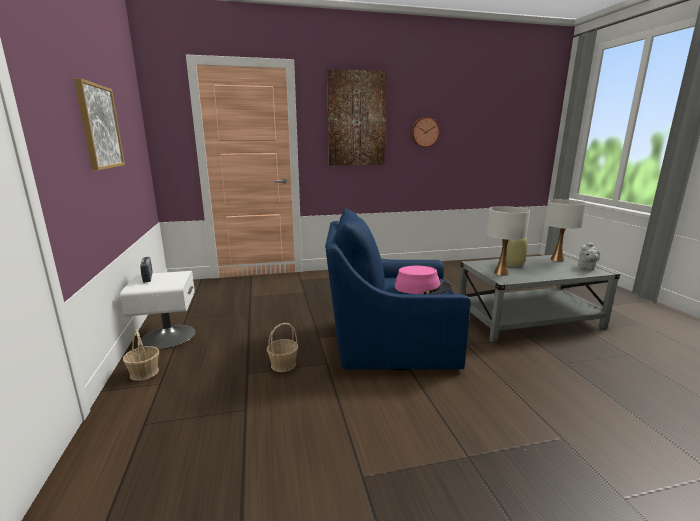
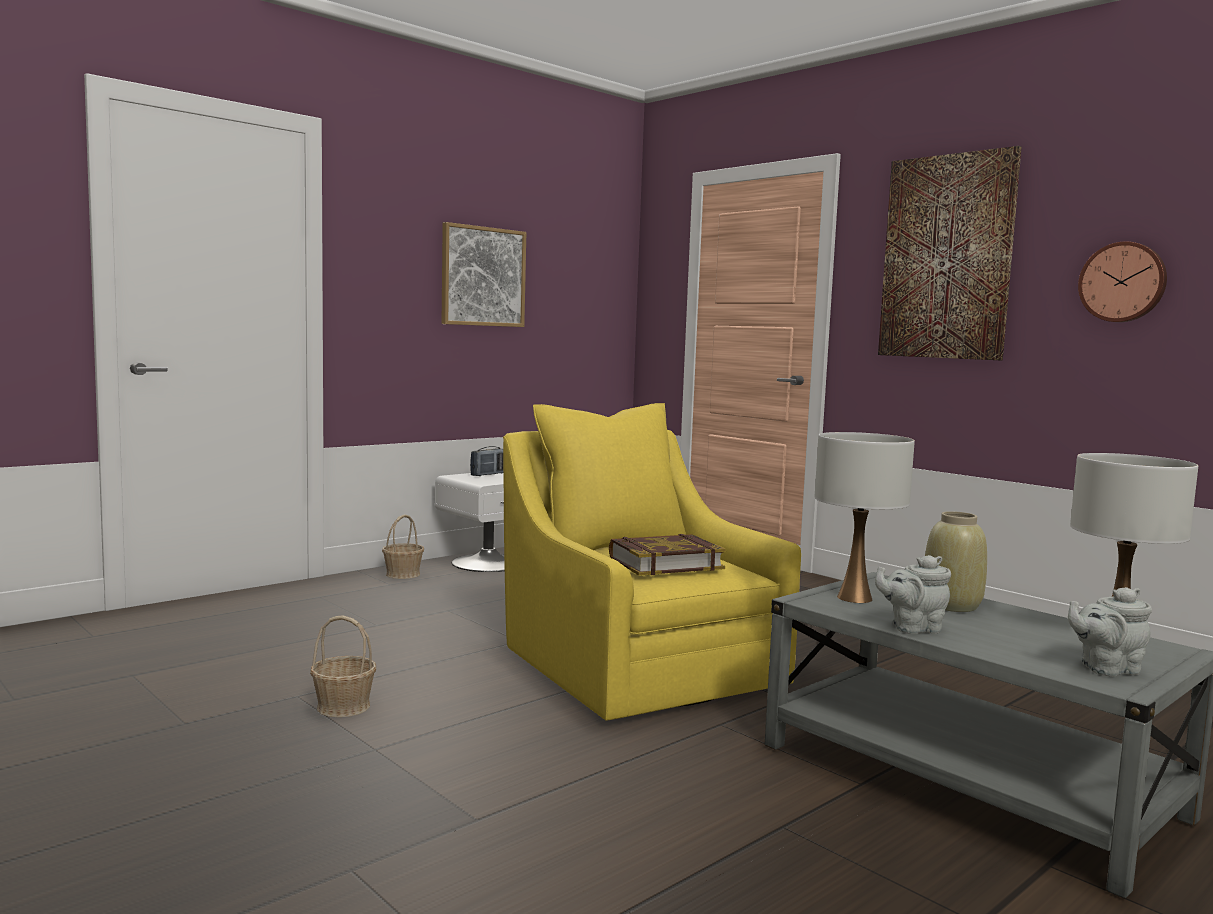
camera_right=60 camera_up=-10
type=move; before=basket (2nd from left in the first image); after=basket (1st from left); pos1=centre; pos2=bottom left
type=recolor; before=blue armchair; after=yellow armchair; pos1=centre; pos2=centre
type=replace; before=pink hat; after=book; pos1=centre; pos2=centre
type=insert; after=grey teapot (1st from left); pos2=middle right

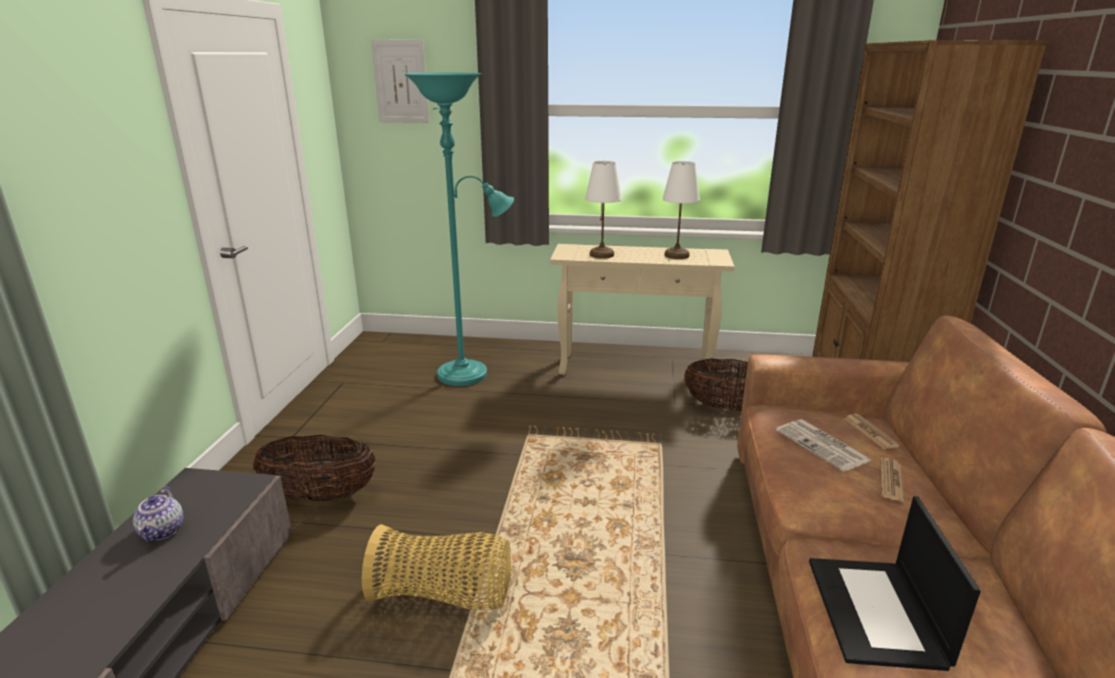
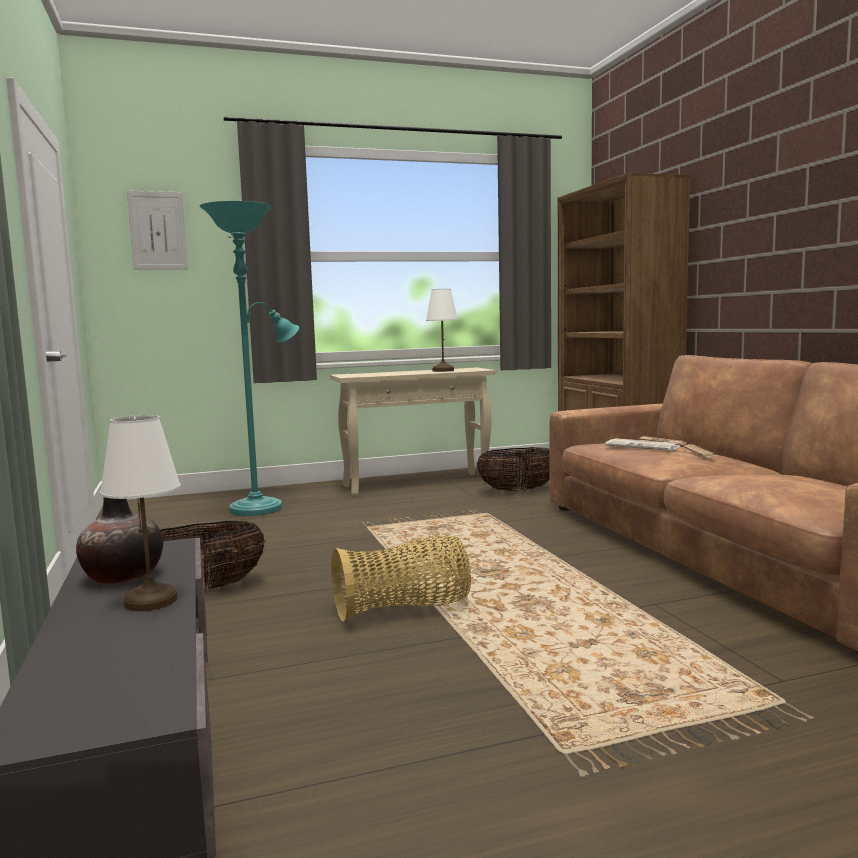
camera_right=-25 camera_up=-15
type=replace; before=teapot; after=vase; pos1=bottom left; pos2=middle left
type=move; before=white table lamp (1st from left); pos1=top centre; pos2=middle left
type=delete; before=laptop; pos1=bottom right

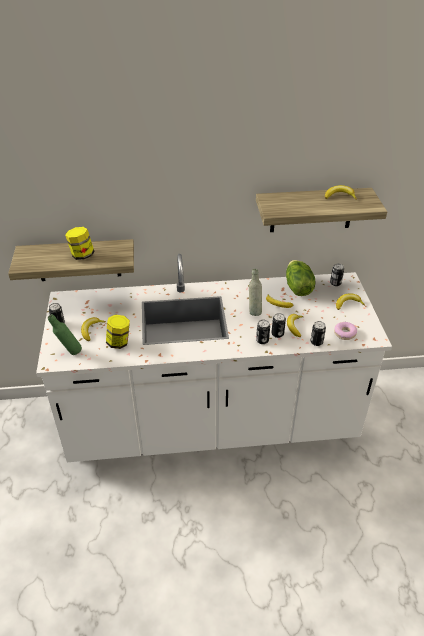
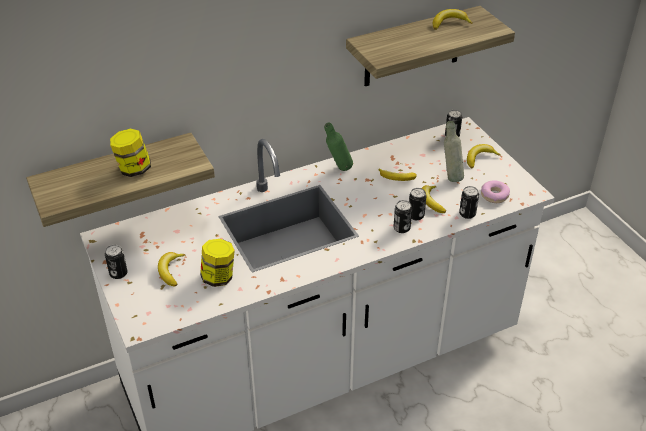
camera_right=-20 camera_up=0
type=move; before=green bottle; pos1=middle left; pos2=centre
type=move; before=grey bottle; pos1=centre; pos2=middle right
type=delete; before=lettuce; pos1=middle right

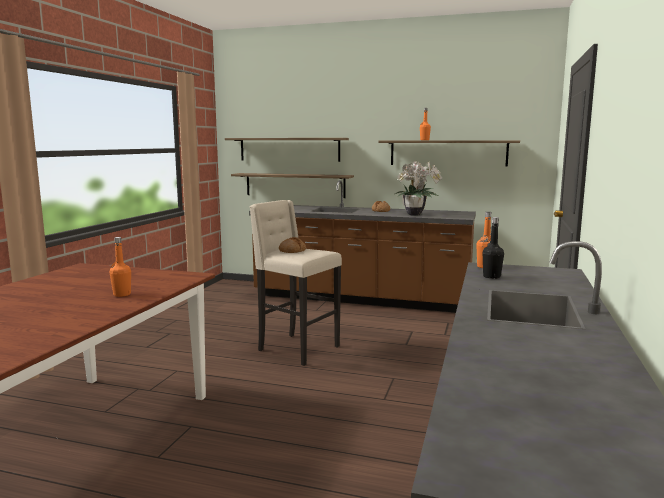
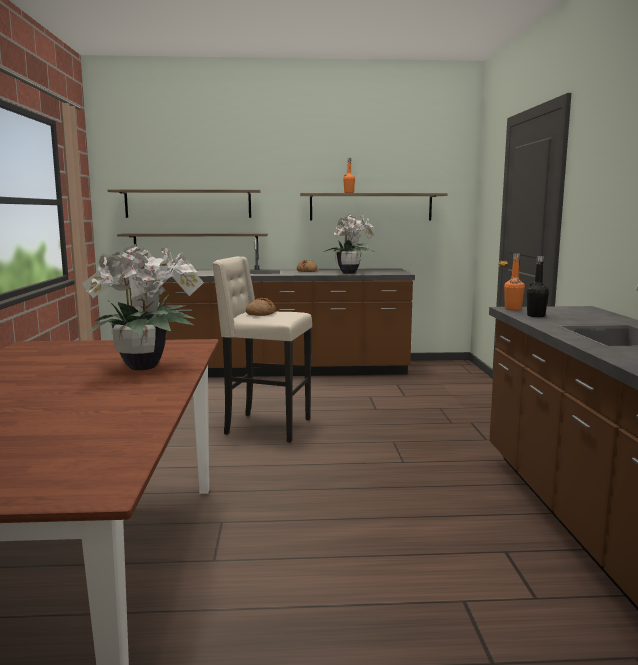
camera_right=-20 camera_up=0
type=replace; before=orange bottle (1st from left); after=potted plant (1st from left); pos1=middle left; pos2=middle left

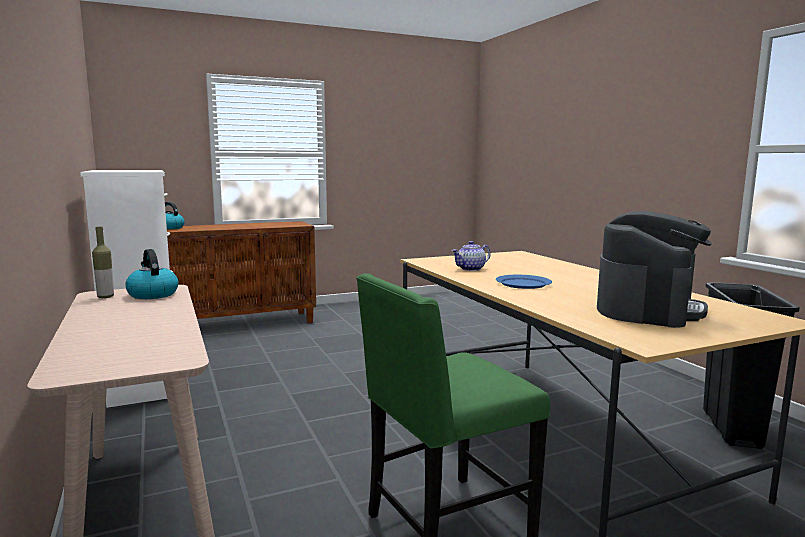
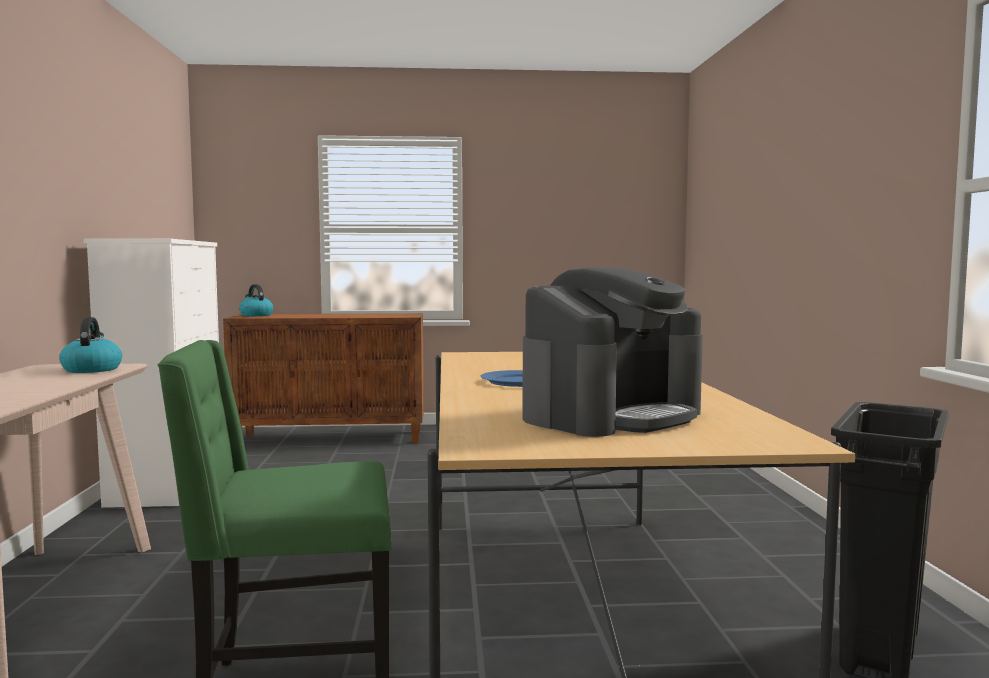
camera_right=20 camera_up=-5
type=delete; before=bottle; pos1=middle left
type=delete; before=teapot; pos1=centre

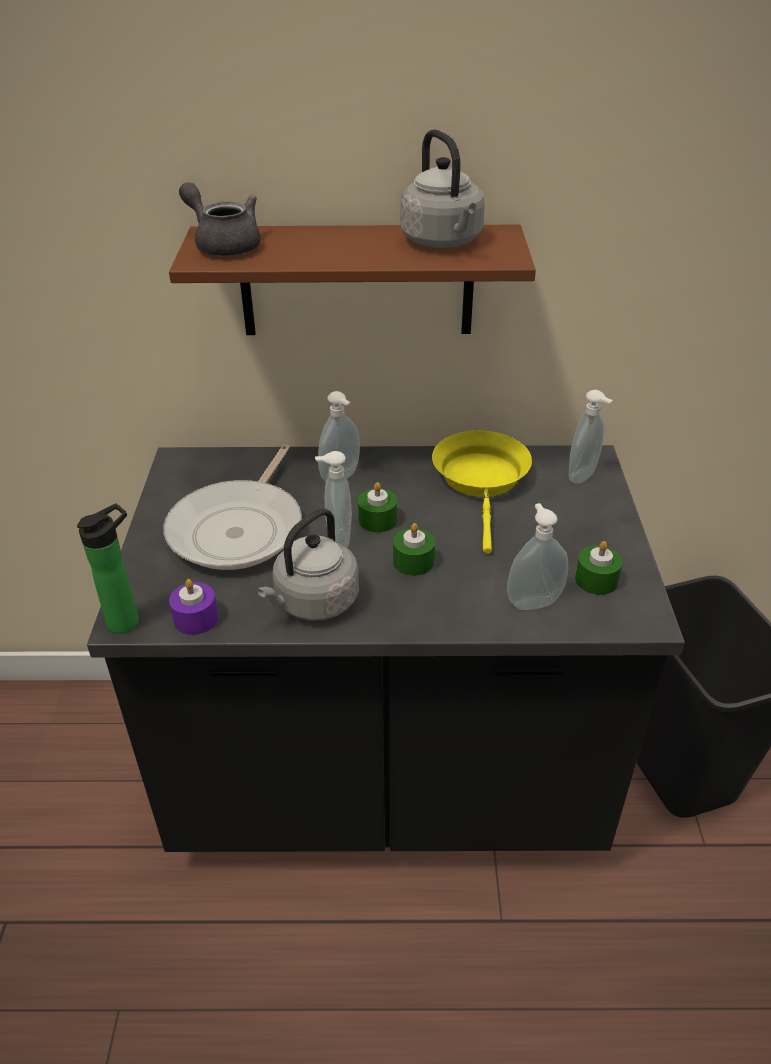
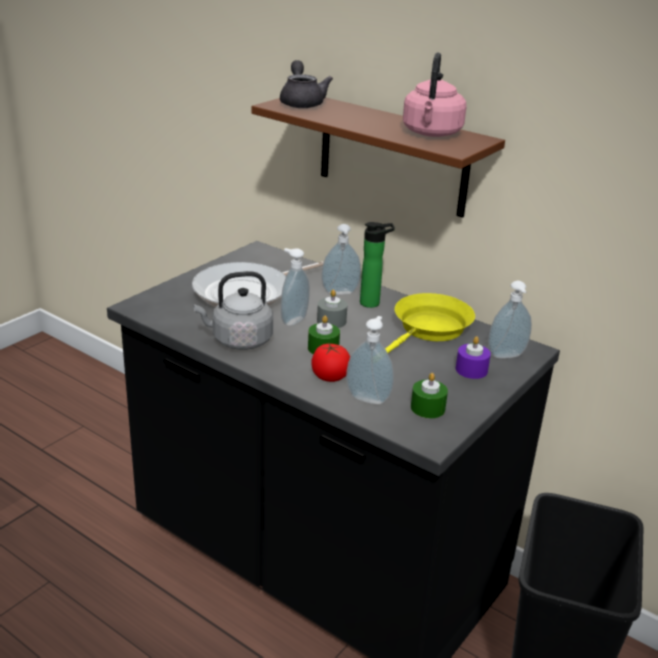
camera_right=35 camera_up=-10
type=move; before=bottle; pos1=middle left; pos2=centre
type=move; before=purple candle; pos1=middle left; pos2=middle right
type=recolor; before=green candle (1st from left); after=grey candle; pos1=centre; pos2=centre
type=recolor; before=grey kettle (2nd from left); after=pink kettle; pos1=top centre; pos2=top centre
type=insert; after=tomato; pos2=centre

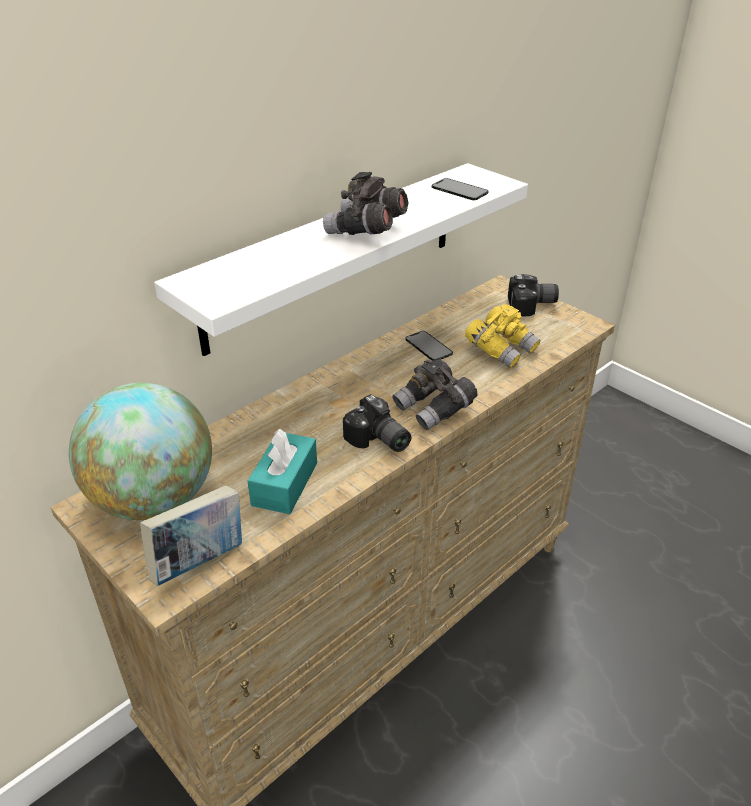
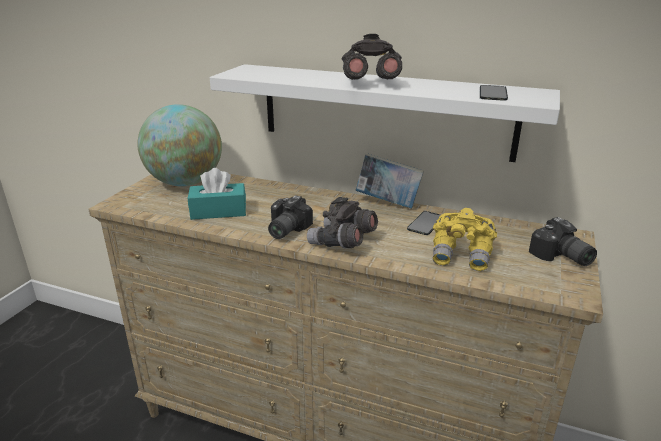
camera_right=65 camera_up=-10
type=move; before=book; pos1=middle left; pos2=centre

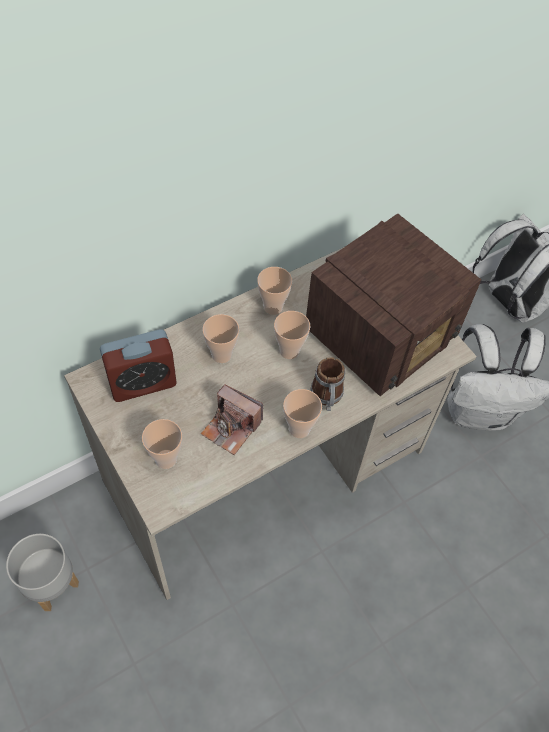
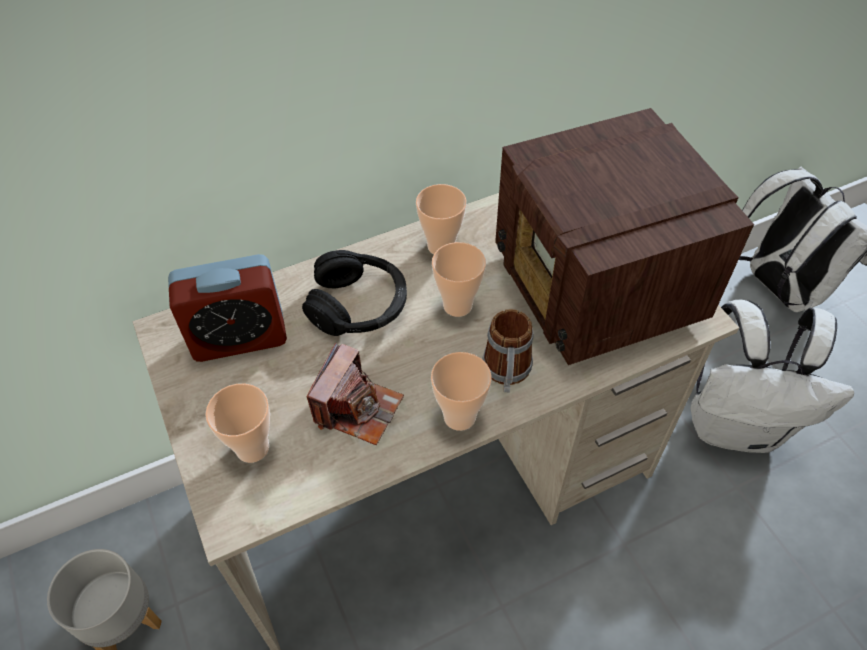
camera_right=10 camera_up=-5
type=rotate; before=photo camera; pos1=centre; pos2=centre; turn=-105
type=replace; before=cup (2nd from left); after=black headphones; pos1=centre; pos2=centre
type=rotate; before=radio; pos1=middle right; pos2=middle right; turn=105

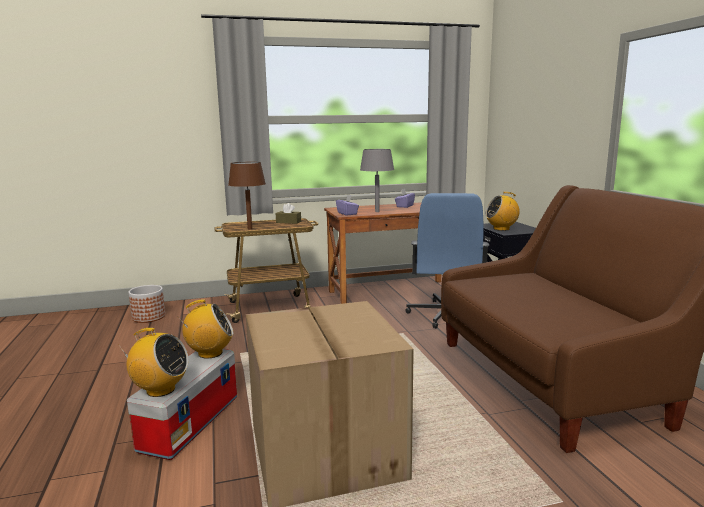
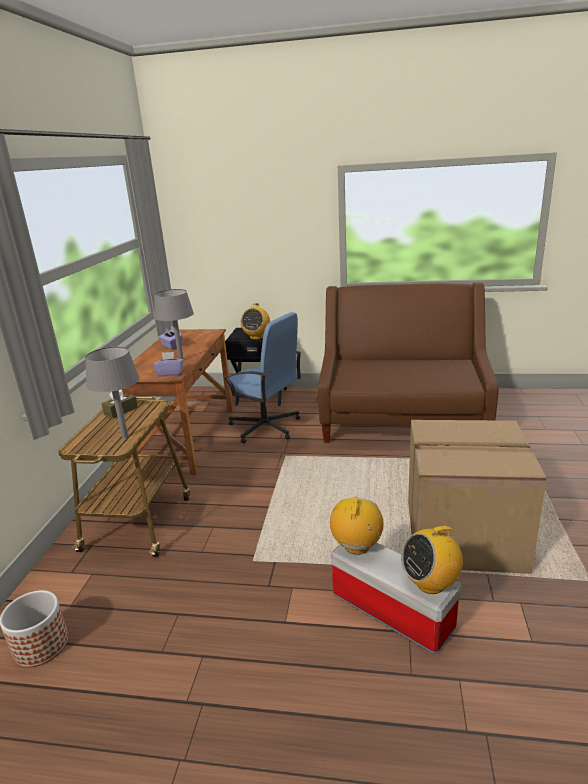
camera_right=-65 camera_up=10
type=rotate; before=radio (1st from left in the first image); pos1=bottom left; pos2=bottom right; turn=-150
type=recolor; before=brown table lamp; after=grey table lamp (1st from left); pos1=centre; pos2=middle left

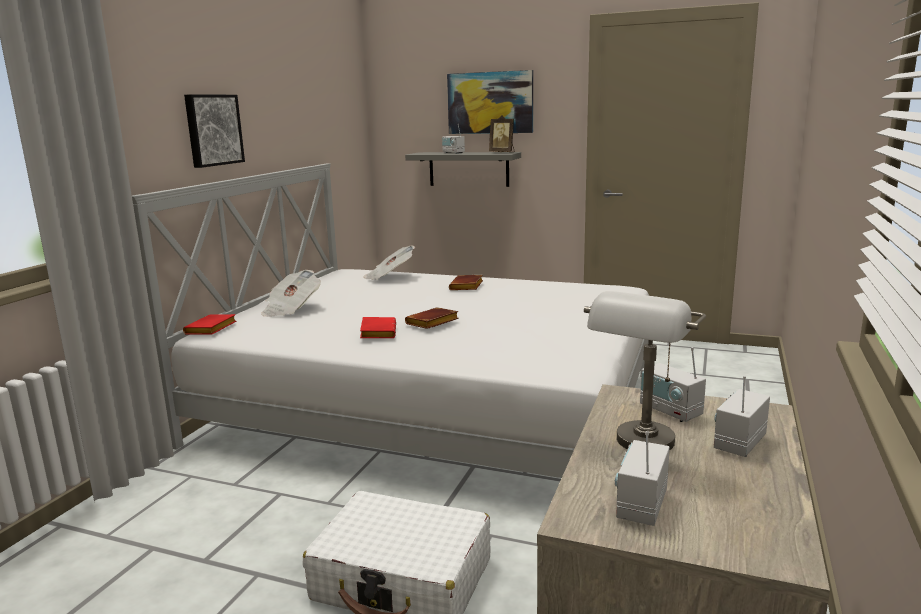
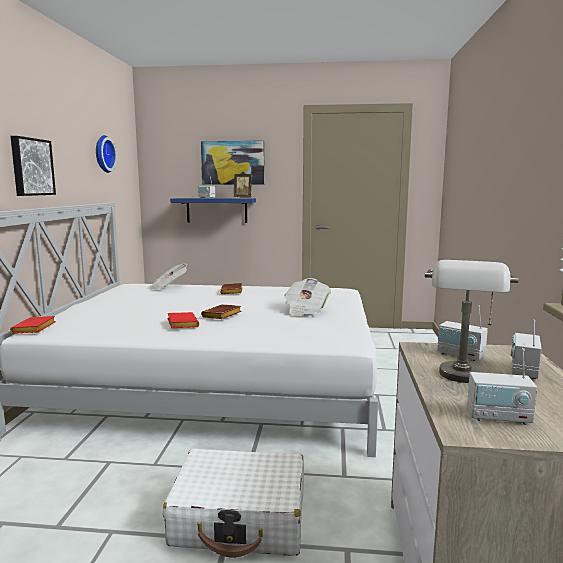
camera_right=-15 camera_up=-5
type=move; before=newspaper (1st from left in the first image); after=newspaper (2nd from left); pos1=middle left; pos2=centre
type=recolor; before=grey shelf; after=blue shelf; pos1=top centre; pos2=centre
type=rotate; before=radio (2nd from left in the first image); pos1=bottom right; pos2=bottom right; turn=-90
type=insert; after=wall clock; pos2=top left

